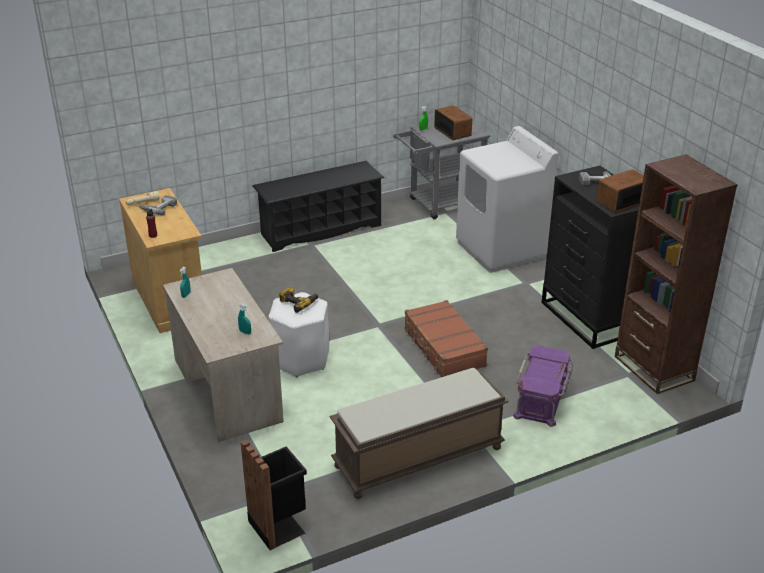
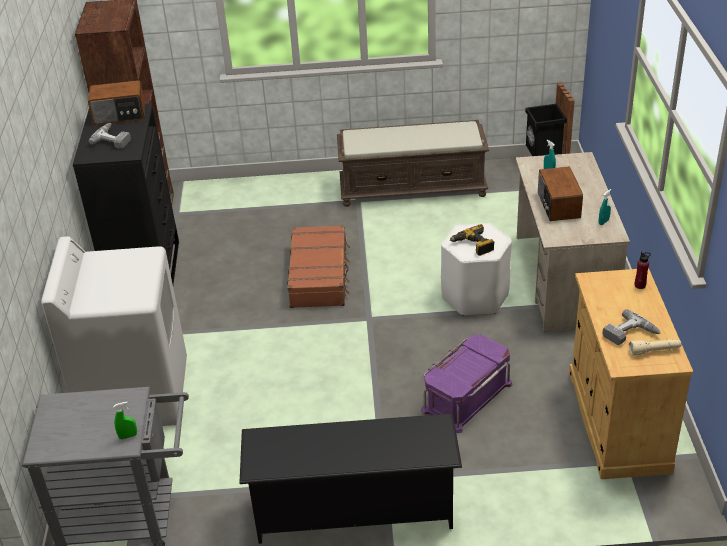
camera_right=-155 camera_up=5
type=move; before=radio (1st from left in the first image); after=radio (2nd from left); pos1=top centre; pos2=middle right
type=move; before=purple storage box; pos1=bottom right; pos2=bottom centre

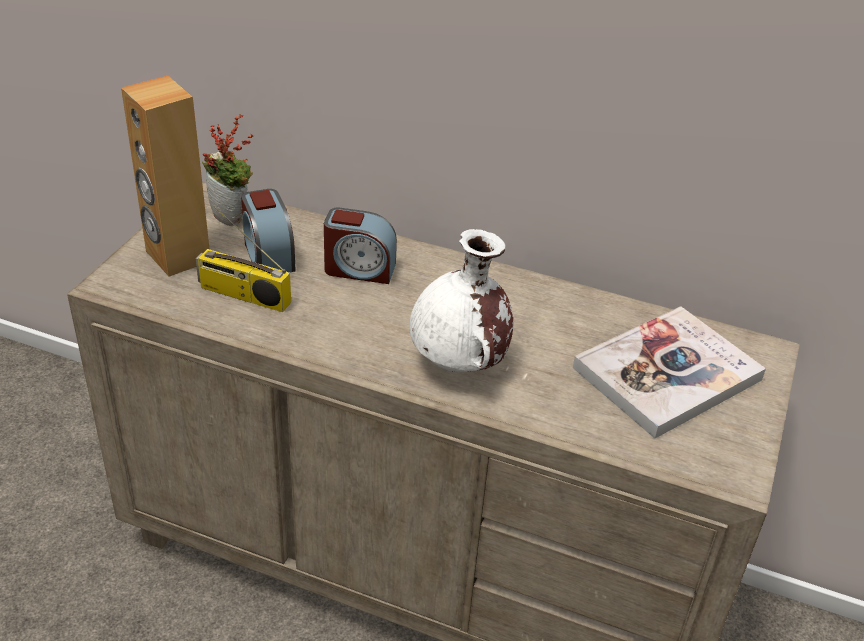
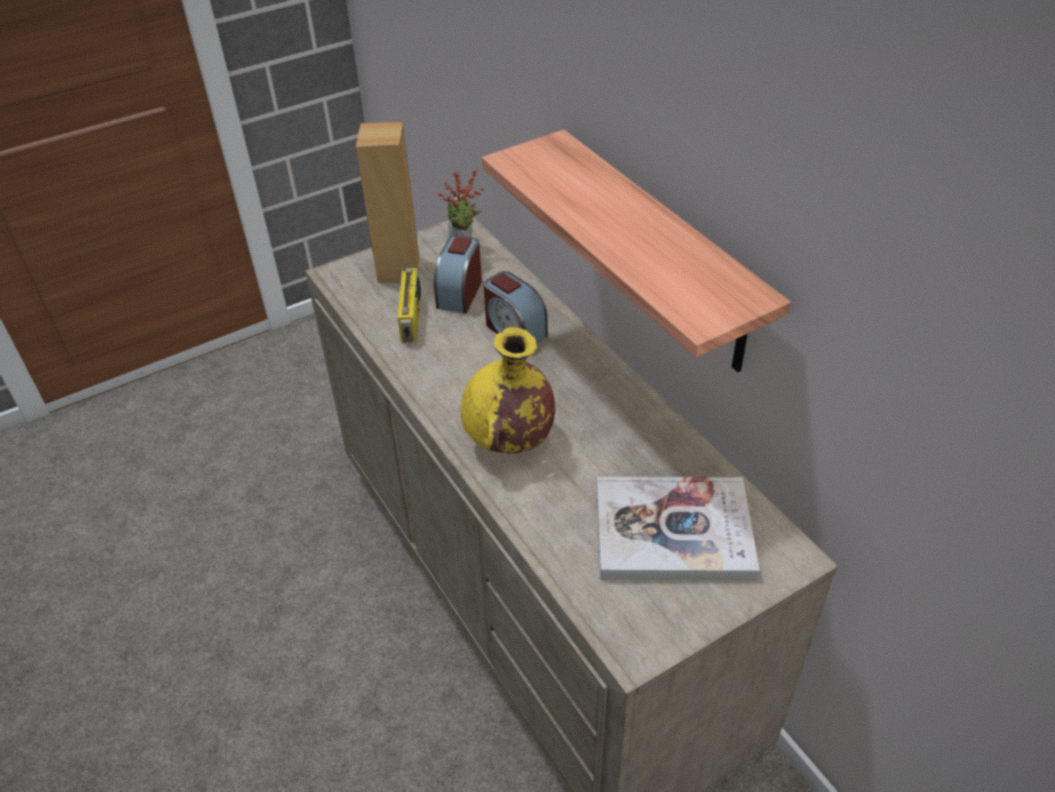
camera_right=40 camera_up=5
type=rotate; before=radio; pos1=middle left; pos2=centre; turn=-150
type=recolor; before=white vase; after=yellow vase; pos1=centre; pos2=centre
type=insert; after=shelf; pos2=top centre

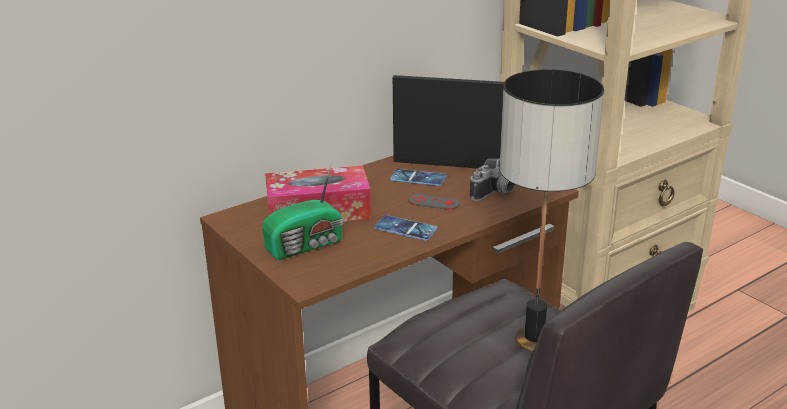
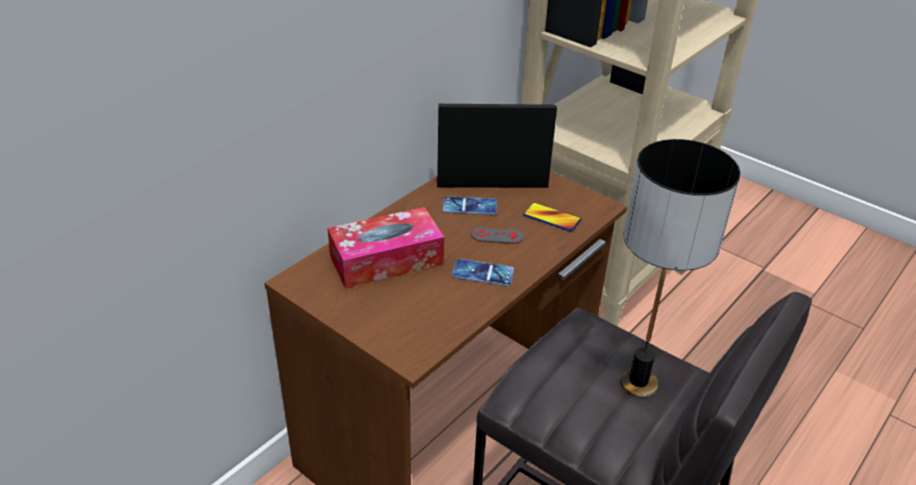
camera_right=-15 camera_up=10
type=delete; before=radio; pos1=centre
type=replace; before=photo camera; after=phone (3rd from left); pos1=centre; pos2=centre

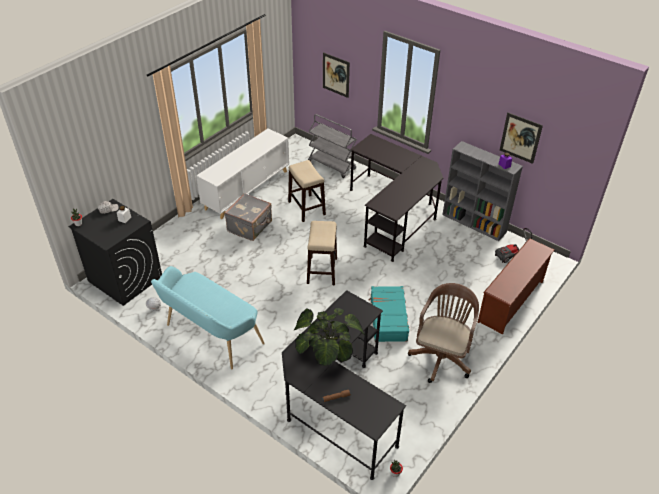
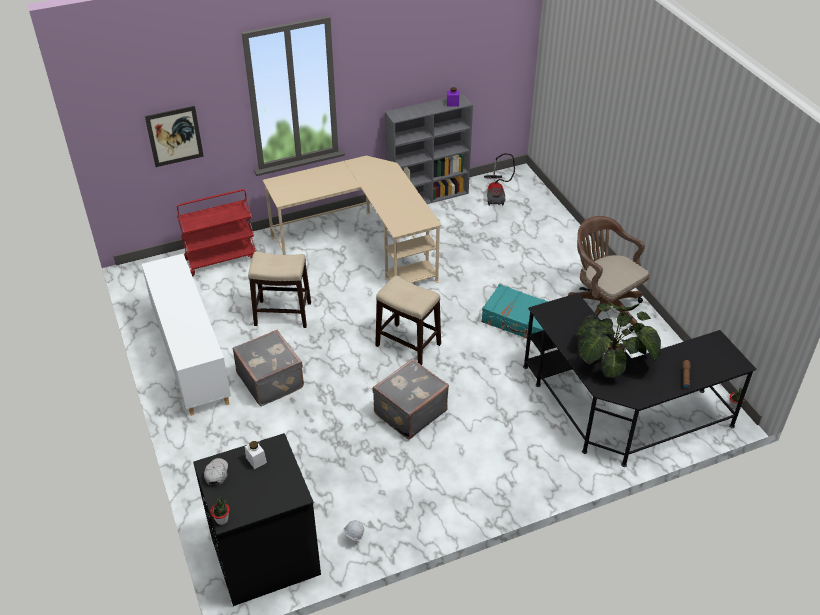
camera_right=-60 camera_up=0
type=delete; before=turquoise bench; pos1=middle left
type=recolor; before=grey cart; after=red cart; pos1=top centre; pos2=middle left
type=recolor; before=black desk (2nd from left); after=beige desk; pos1=centre; pos2=centre
type=delete; before=brown shoe rack; pos1=middle right
type=delete; before=picture (2nd from left); pos1=top right
type=insert; after=grey suitcase (2nd from left); pos2=centre

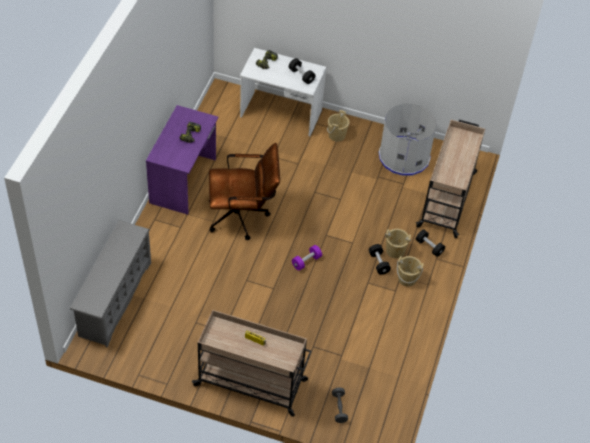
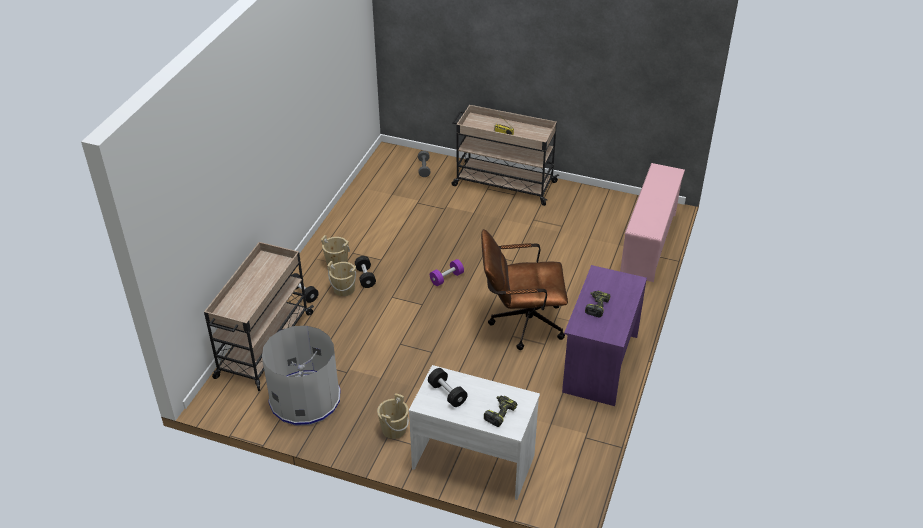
camera_right=-175 camera_up=-10
type=recolor; before=grey shoe rack; after=pink shoe rack; pos1=middle left; pos2=middle right

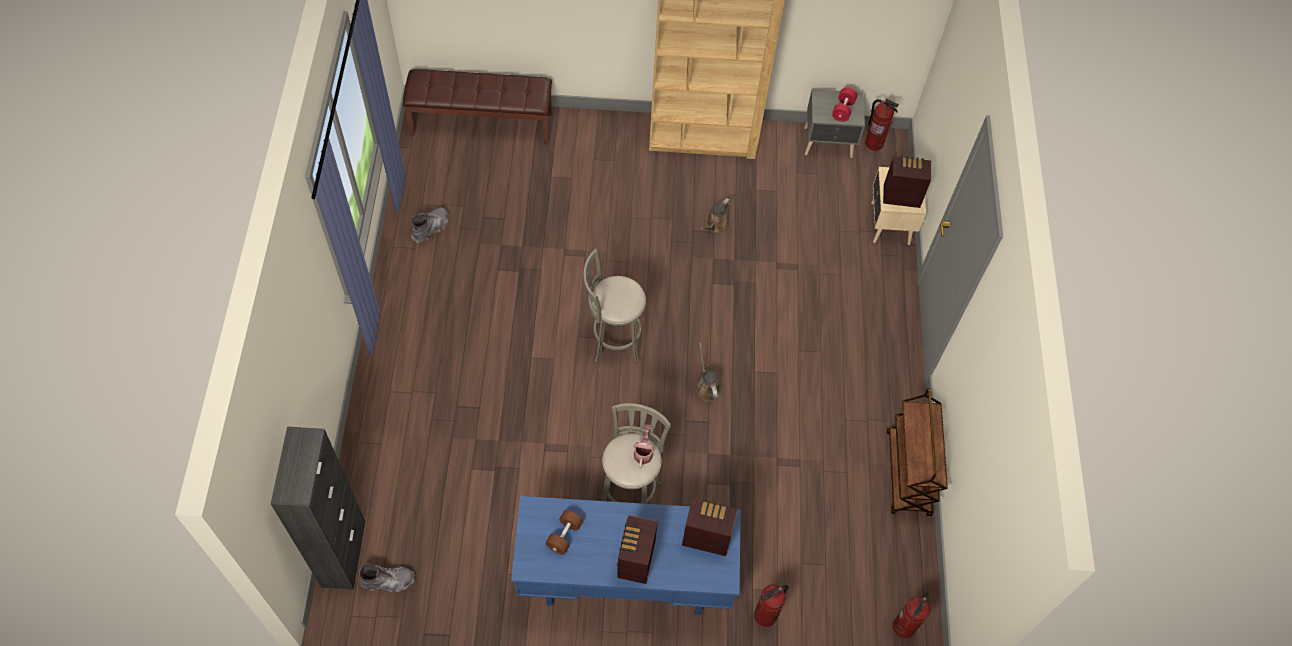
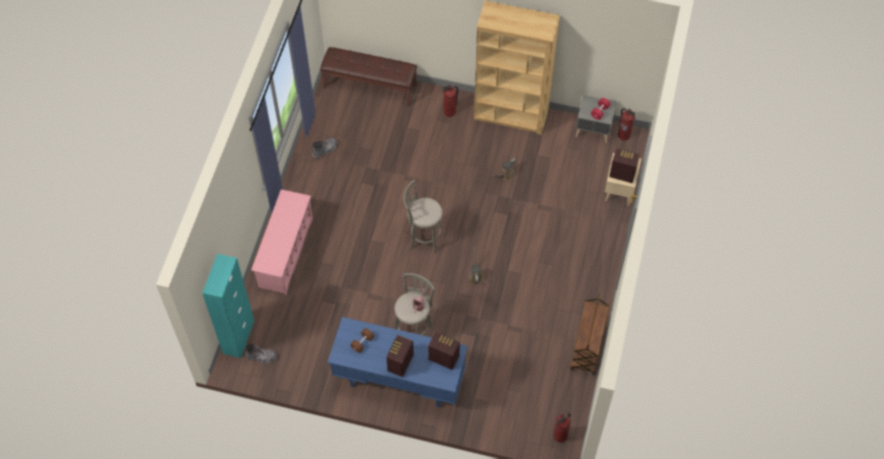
camera_right=15 camera_up=0
type=recolor; before=black cabinet; after=turquoise cabinet; pos1=bottom left; pos2=bottom left
type=move; before=fire extinguisher (1st from left); pos1=bottom centre; pos2=top centre
type=insert; after=pink shoe rack; pos2=middle left

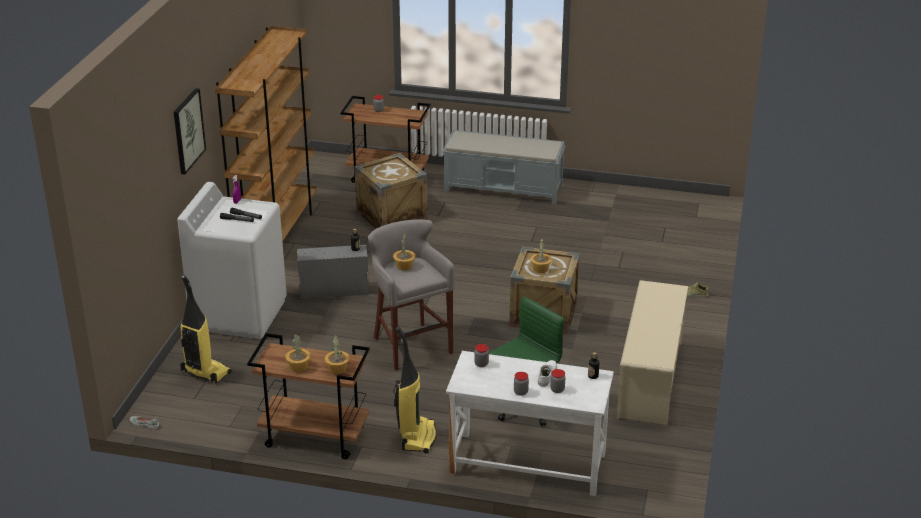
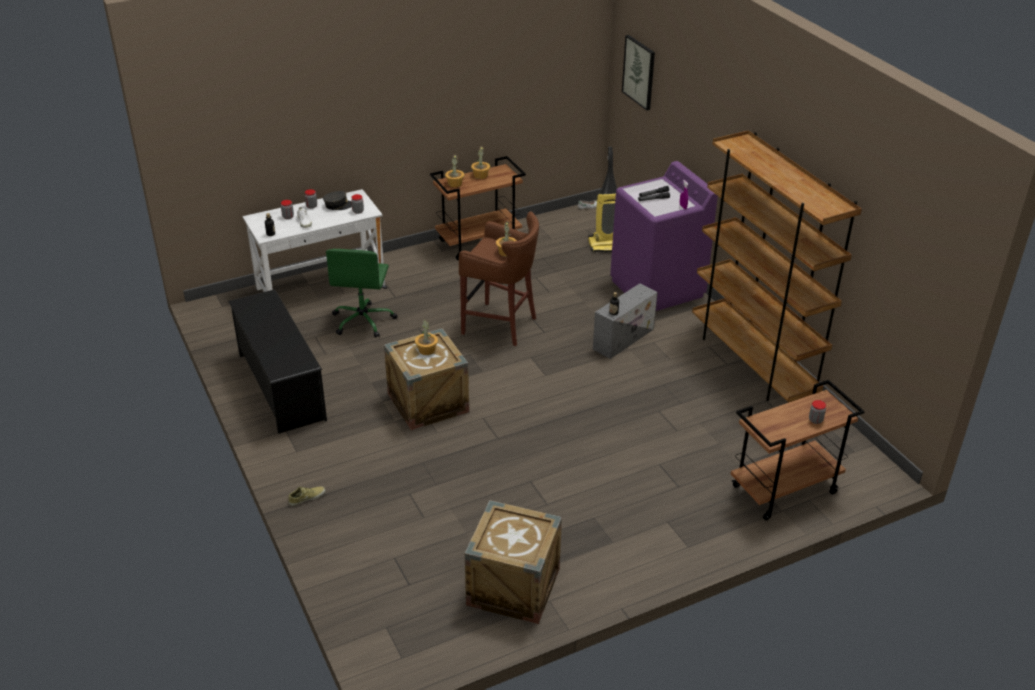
camera_right=140 camera_up=5
type=move; before=picture; pos1=top left; pos2=top centre
type=recolor; before=white washing machine; after=purple washing machine; pos1=middle left; pos2=centre
type=move; before=crate (1st from left in the first image); after=crate (2nd from left); pos1=centre; pos2=bottom centre
type=recolor; before=grey stool; after=brown stool; pos1=centre; pos2=centre
type=delete; before=vacuum cleaner (2nd from left); pos1=bottom centre
type=delete; before=grey bench; pos1=top centre
type=recolor; before=beige shoe rack; after=black shoe rack; pos1=bottom right; pos2=middle left
type=insert; after=grey cap; pos2=top left

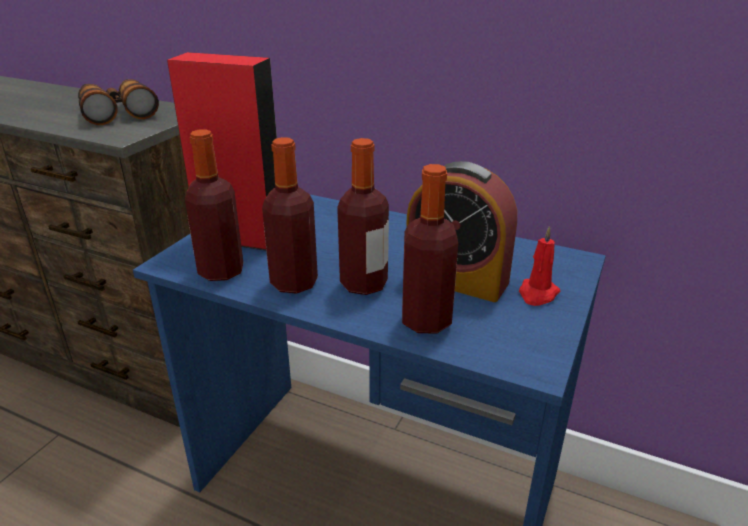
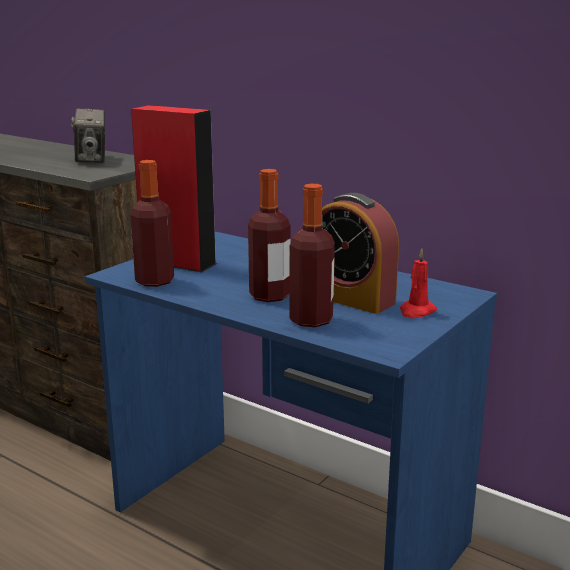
camera_right=10 camera_up=-10
type=replace; before=binoculars; after=photo camera; pos1=top left; pos2=top left
type=delete; before=bottle (2nd from left); pos1=centre

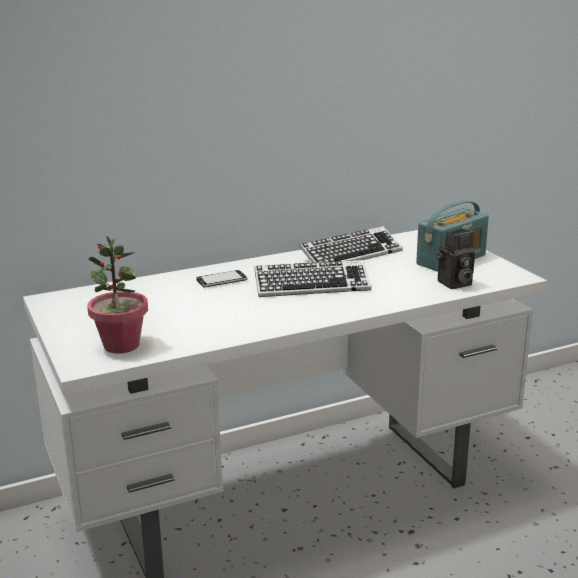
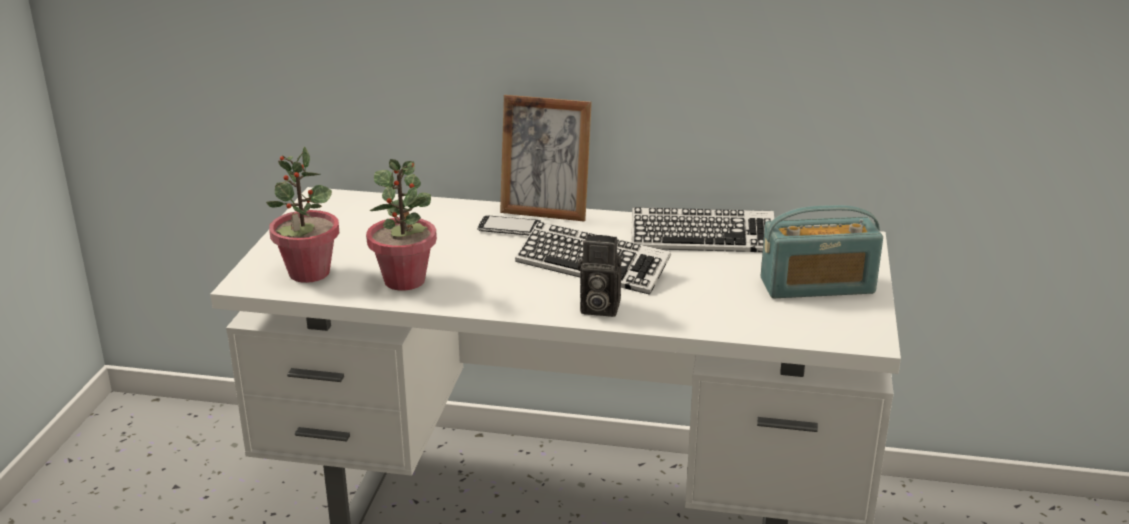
camera_right=35 camera_up=5
type=move; before=photo camera; pos1=middle right; pos2=centre
type=insert; after=potted plant (2nd from left); pos2=centre
type=insert; after=picture frame; pos2=top centre

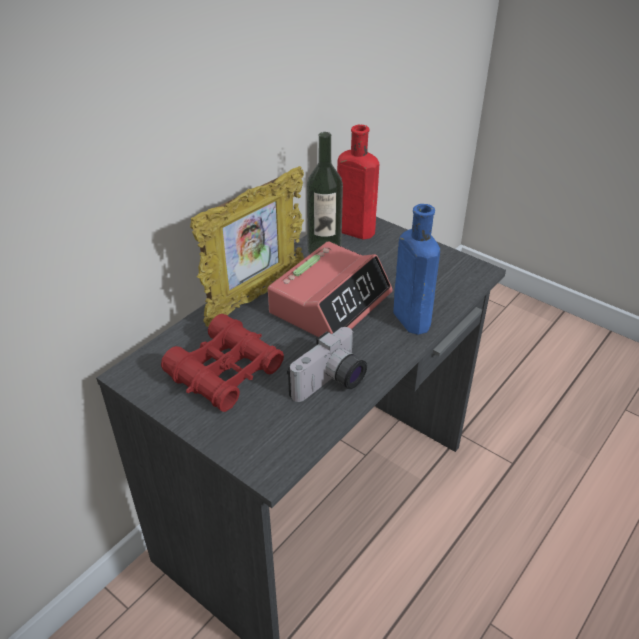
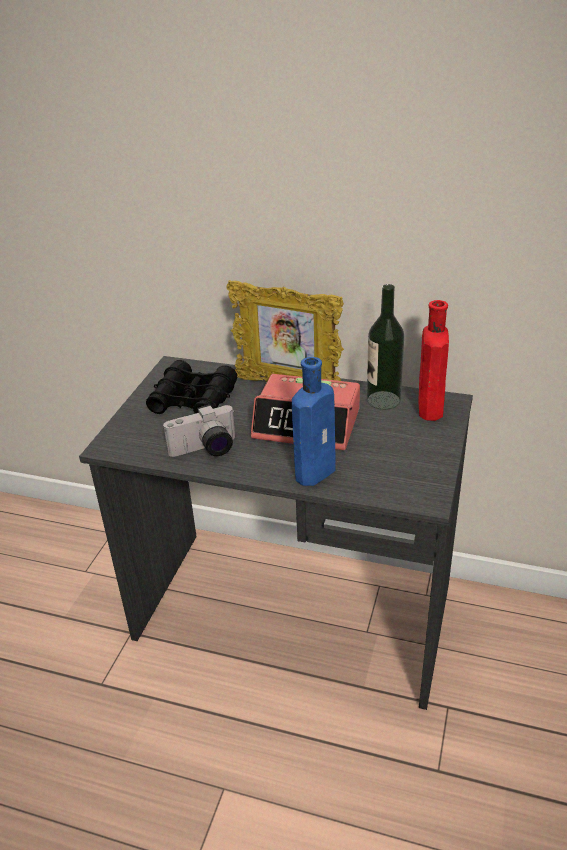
camera_right=70 camera_up=-5
type=recolor; before=red binoculars; after=black binoculars; pos1=centre; pos2=centre
type=rotate; before=photo camera; pos1=centre; pos2=centre; turn=-45

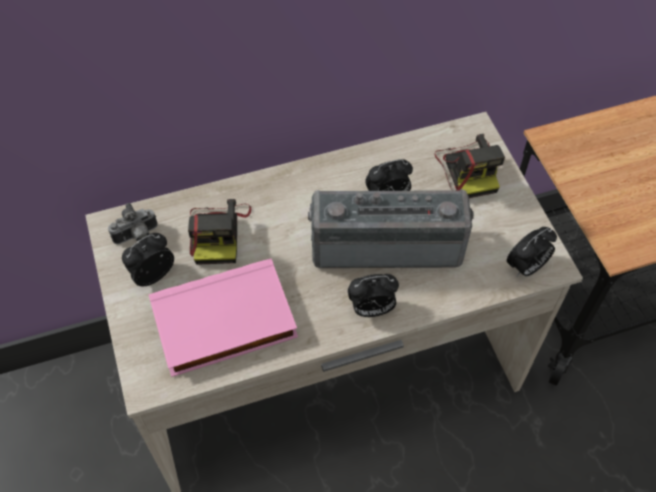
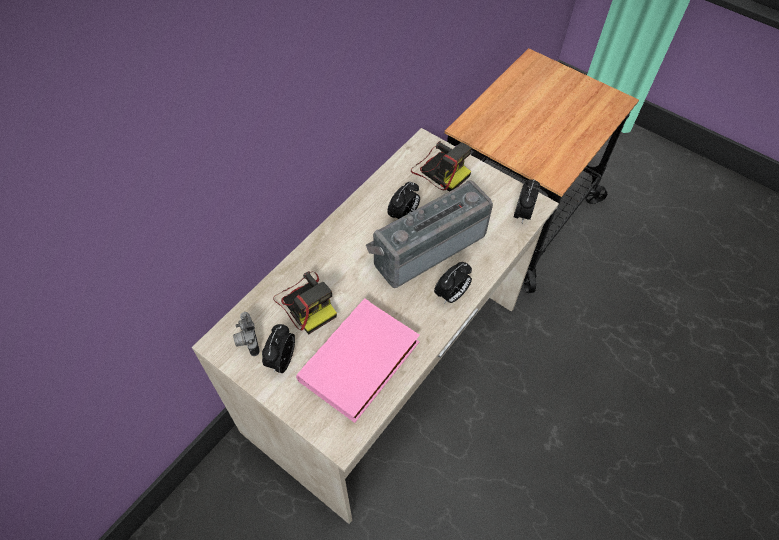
camera_right=-35 camera_up=0
type=rotate; before=photo camera (1st from left); pos1=middle left; pos2=middle left; turn=135

